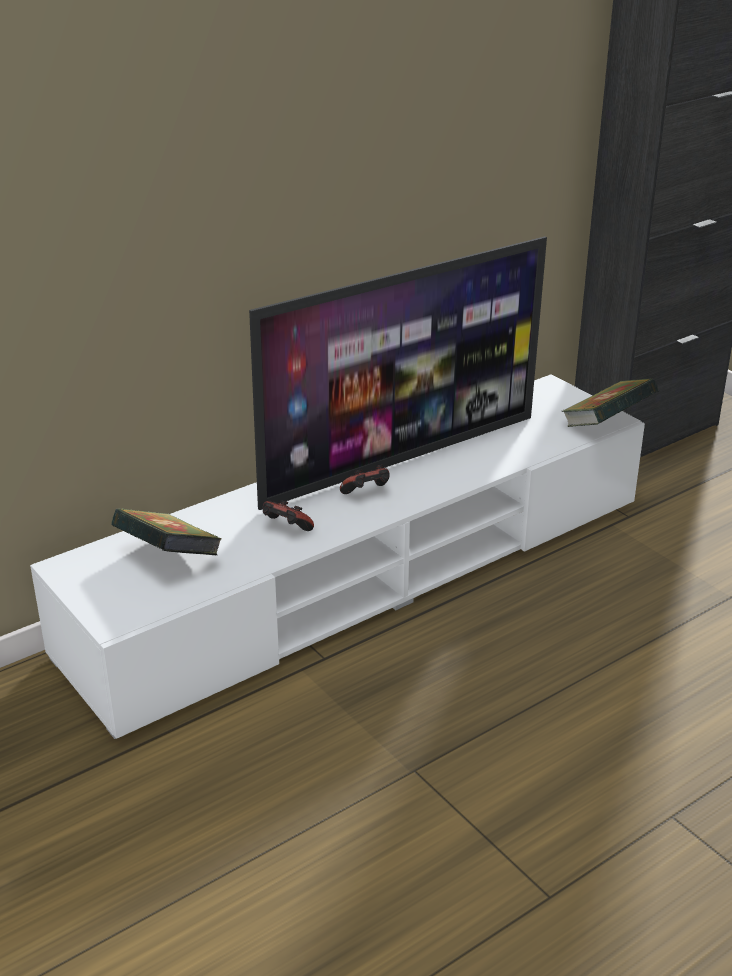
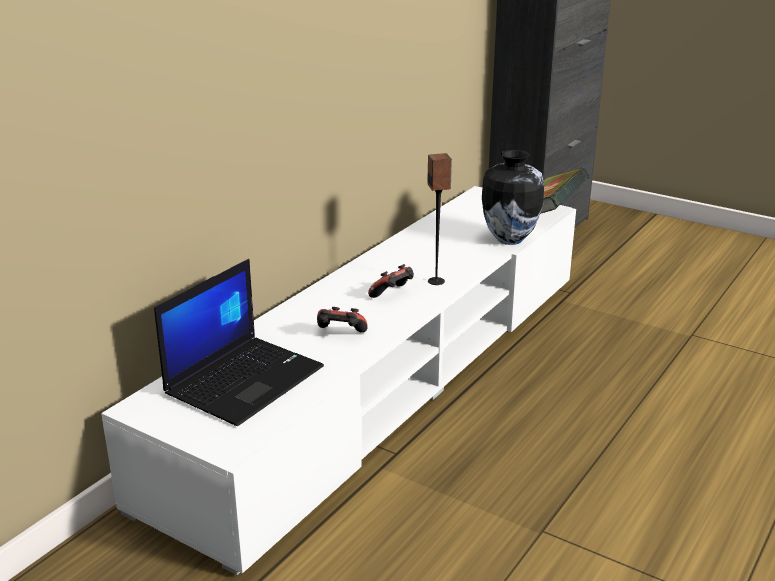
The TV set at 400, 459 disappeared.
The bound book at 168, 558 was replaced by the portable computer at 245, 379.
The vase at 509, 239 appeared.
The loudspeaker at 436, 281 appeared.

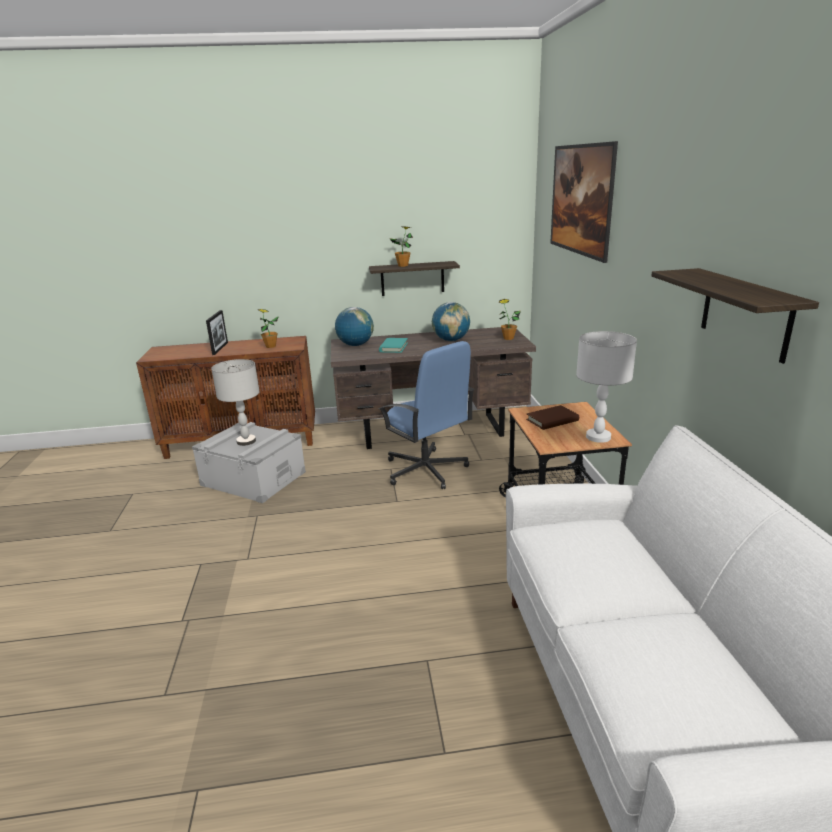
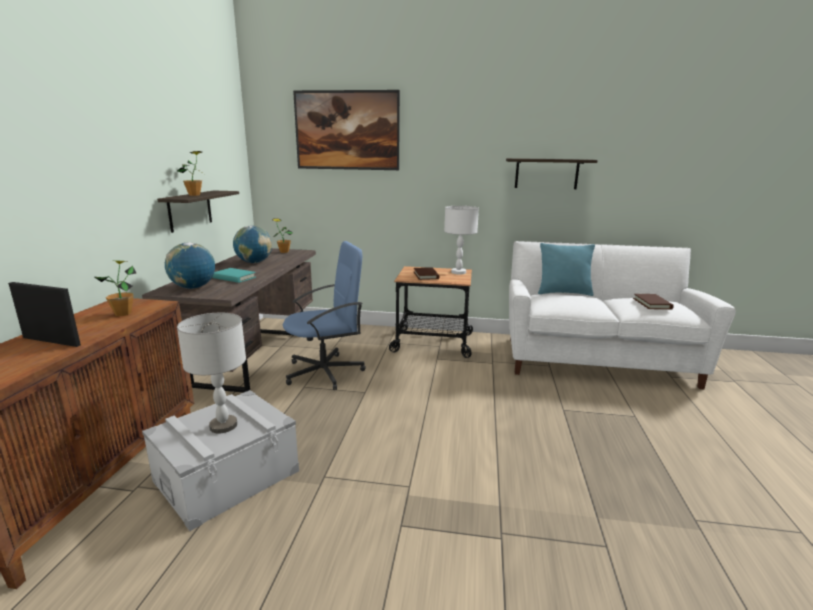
The turquoise-coloured cushion at 563, 293 appeared.
The brown-coloured bound book at 652, 304 appeared.

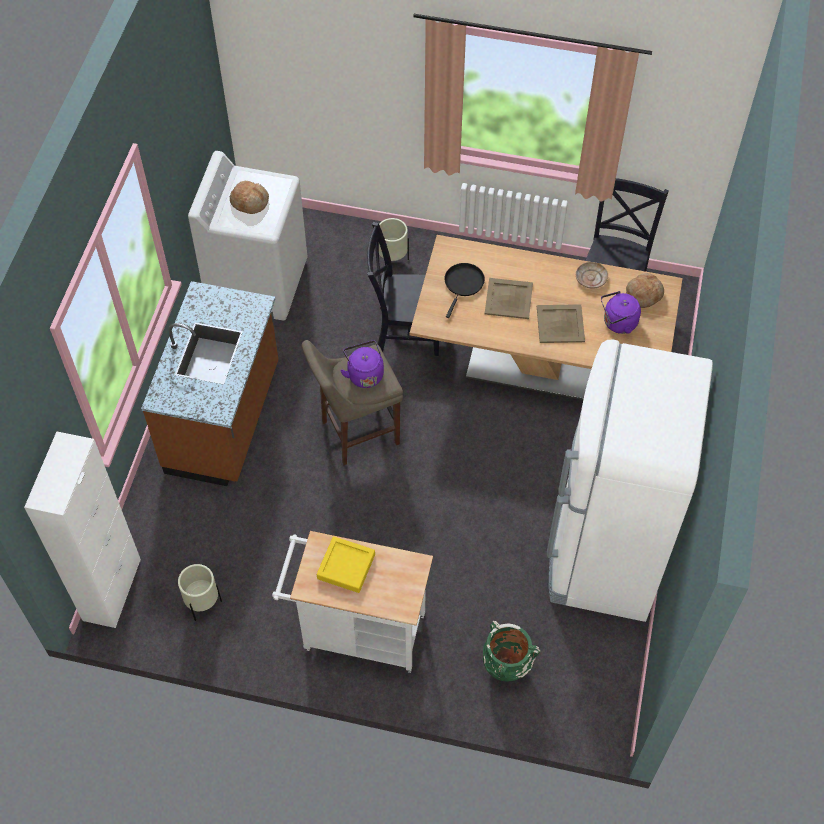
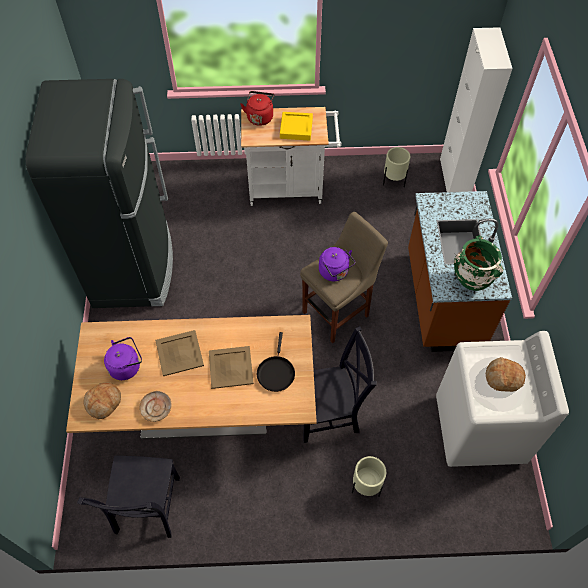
The whitish kitchen fridge at 604, 555 became the blackish kitchen fridge at 133, 267.
The greenish vase moved from 506, 667 to 469, 282.
The red kettle at 260, 117 appeared.

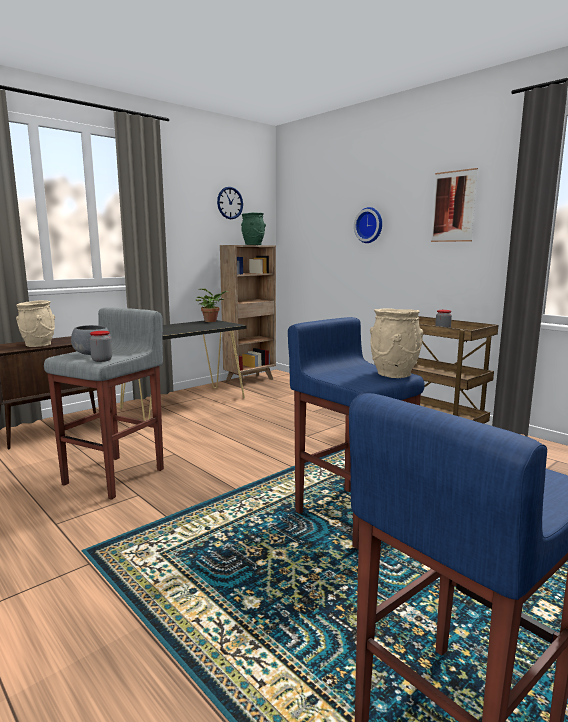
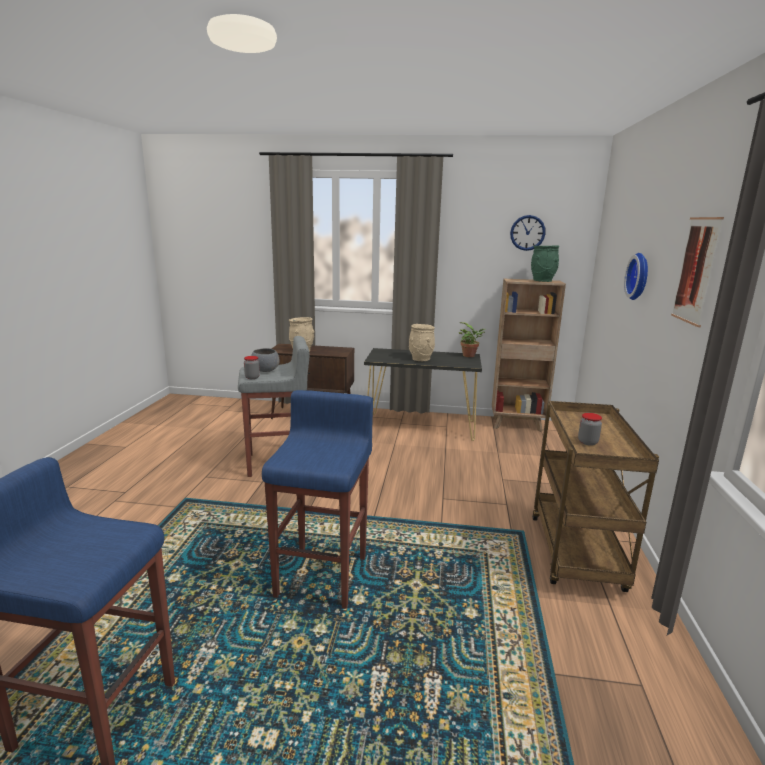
The beige-coloured vase moved from 394, 374 to 421, 359.

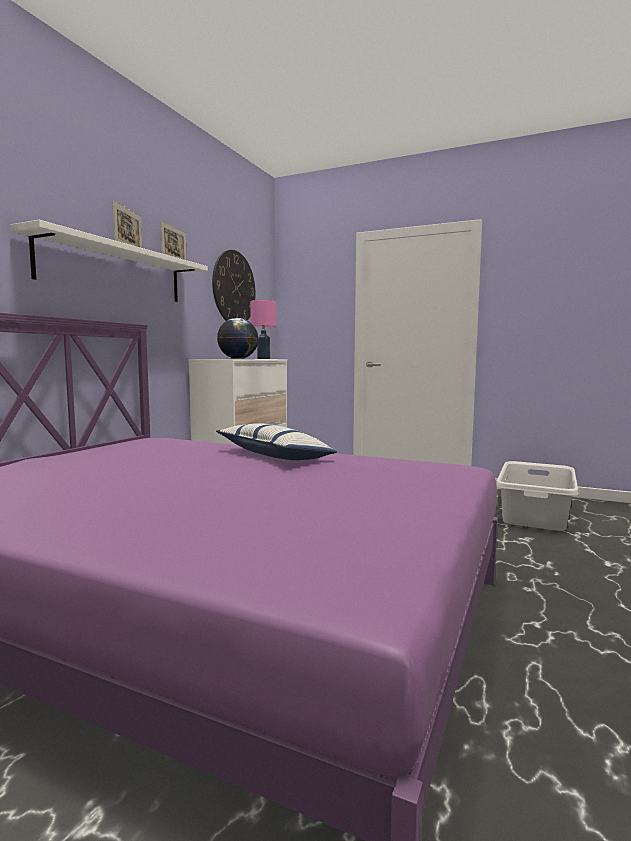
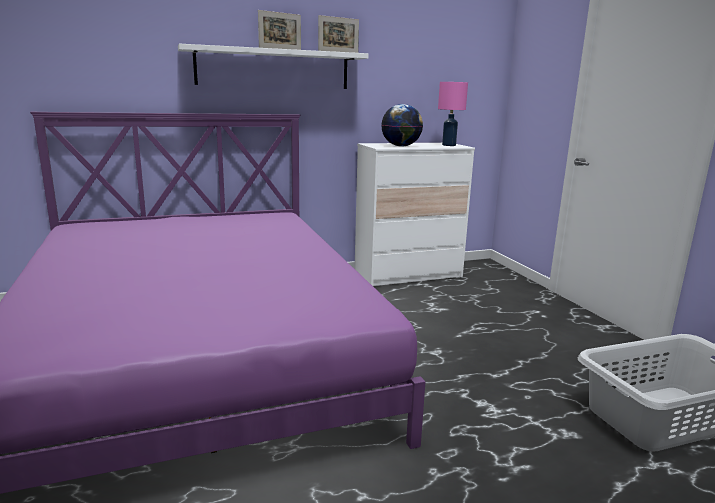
The hanging clock at 234, 288 disappeared.
The cushion at 273, 456 disappeared.

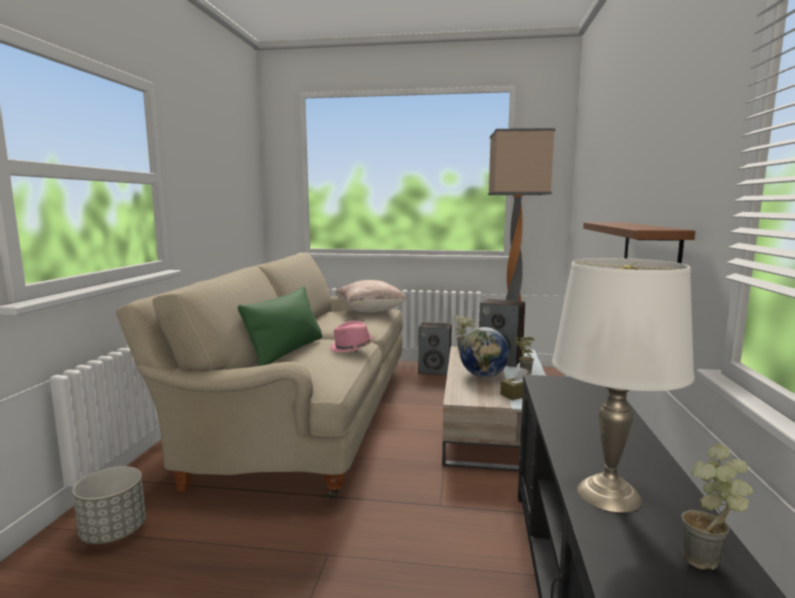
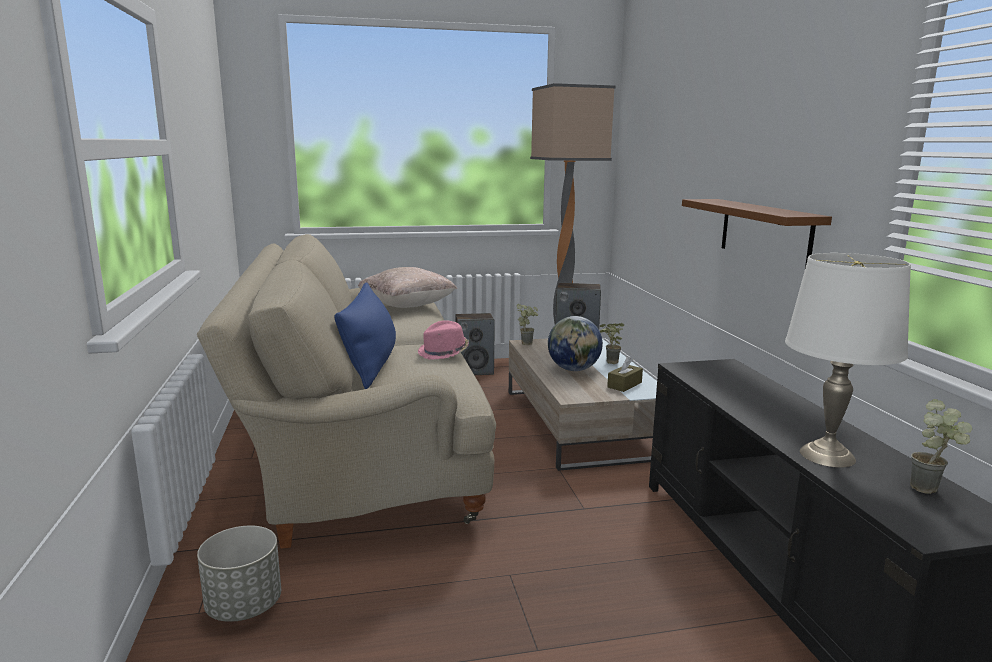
The greenish cushion at 287, 351 became the bluish cushion at 370, 364.

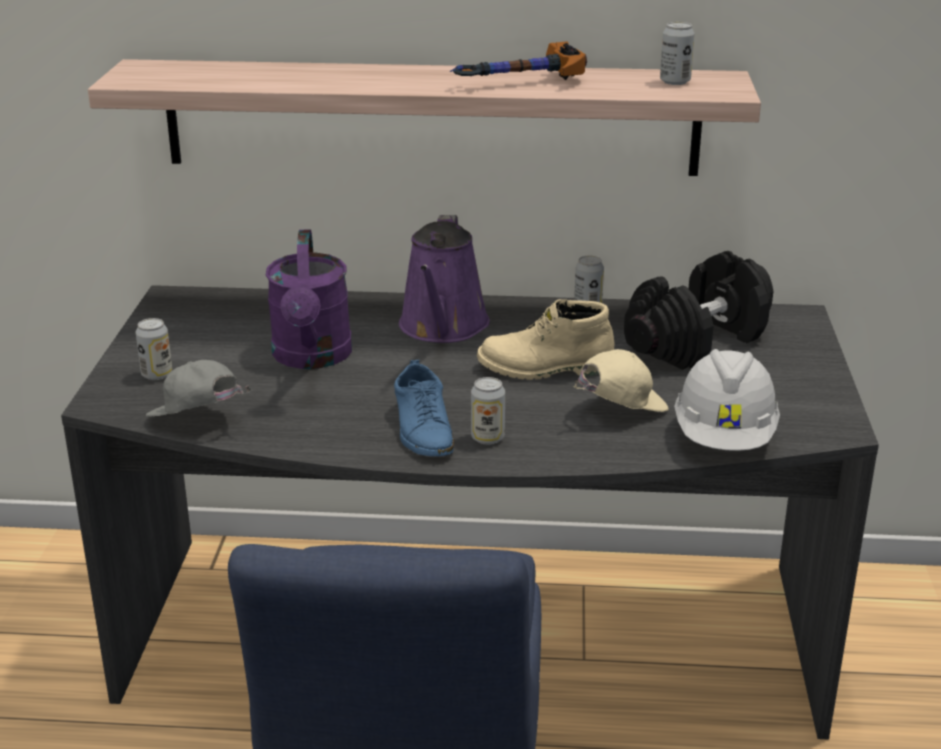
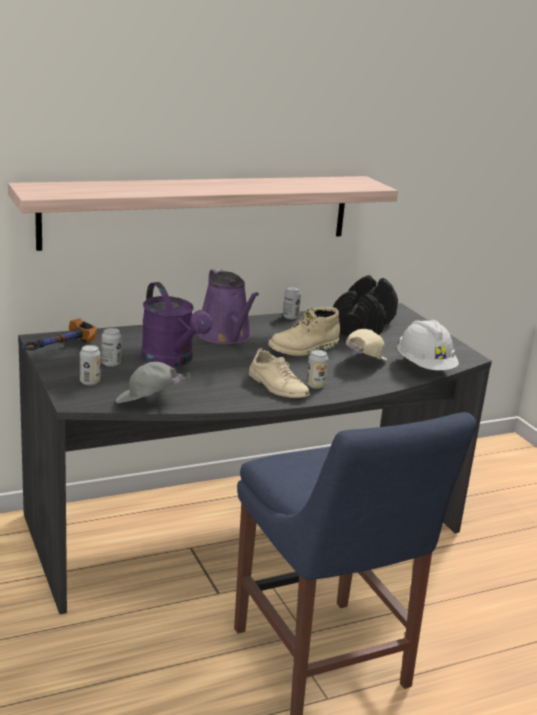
The metal can moved from 675, 82 to 111, 363.
The hand hammer moved from 518, 84 to 59, 349.
The bluish shoe at 423, 429 became the beige-coloured shoe at 277, 386.

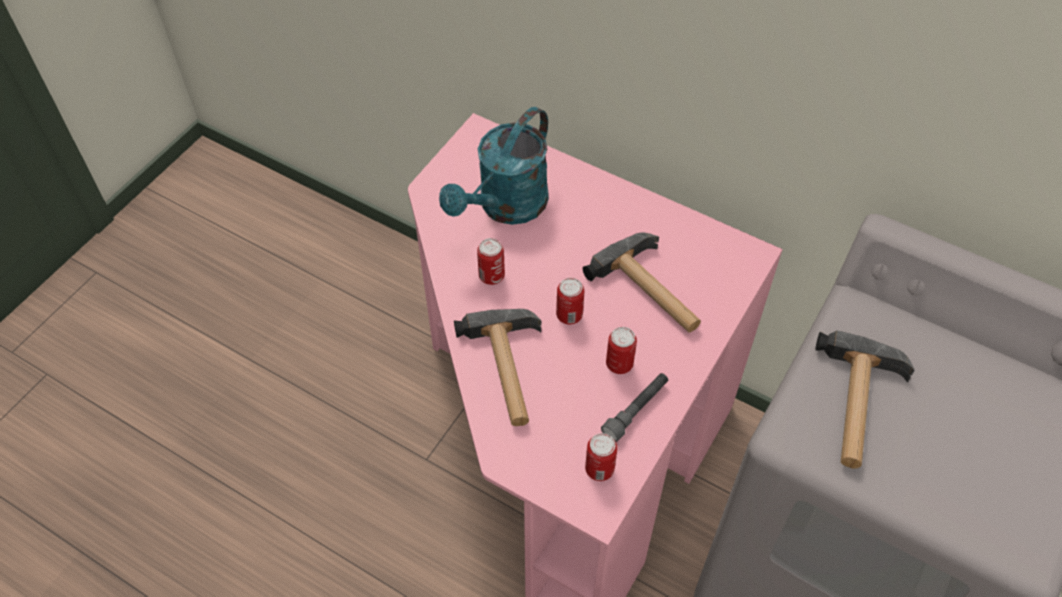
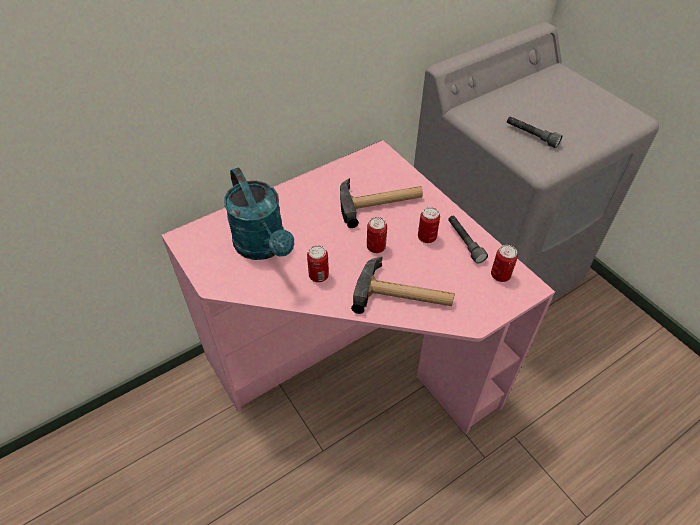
The hand hammer at 856, 407 was replaced by the gray flashlight at 531, 136.

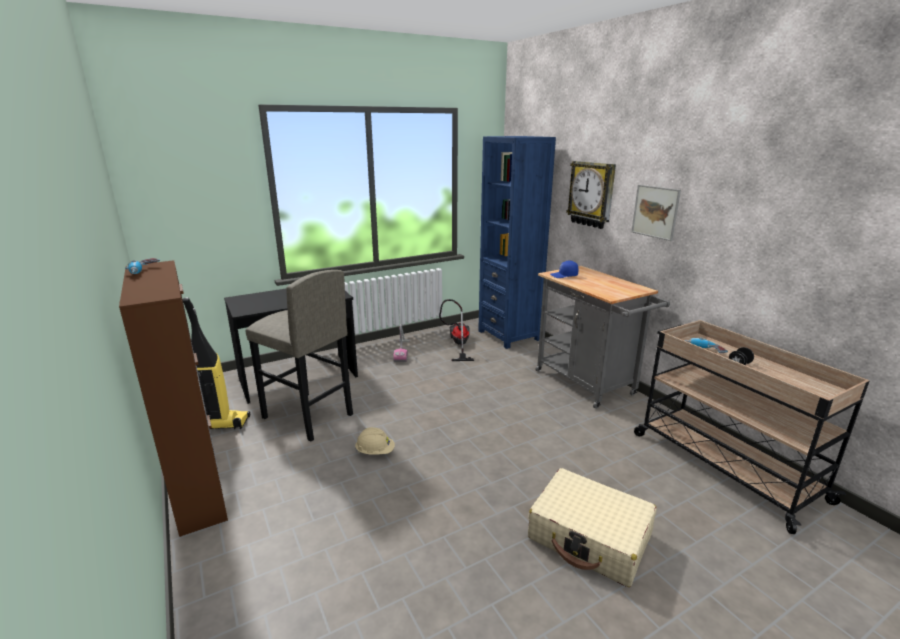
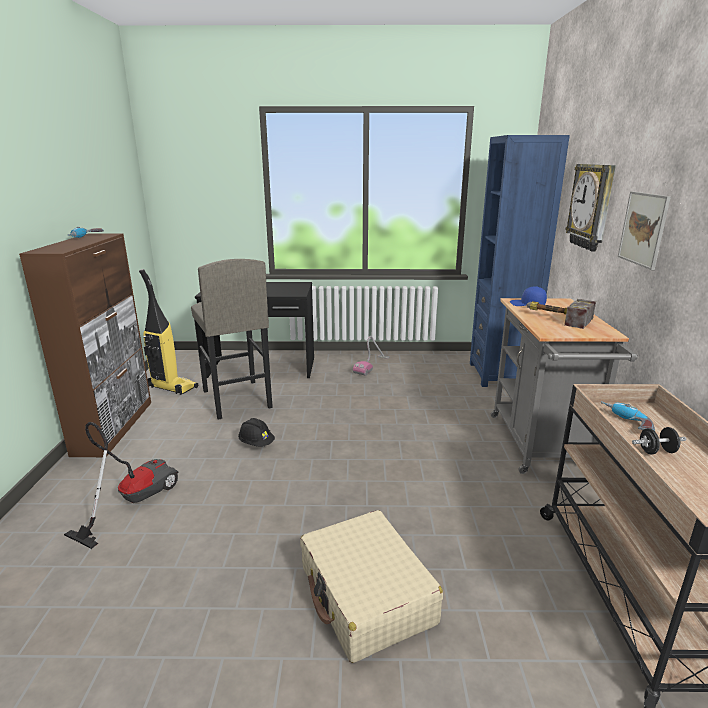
The vacuum cleaner moved from 458, 345 to 132, 500.
The beige-coloured safety helmet at 375, 452 became the blackish safety helmet at 256, 443.
The hand hammer at 555, 318 appeared.

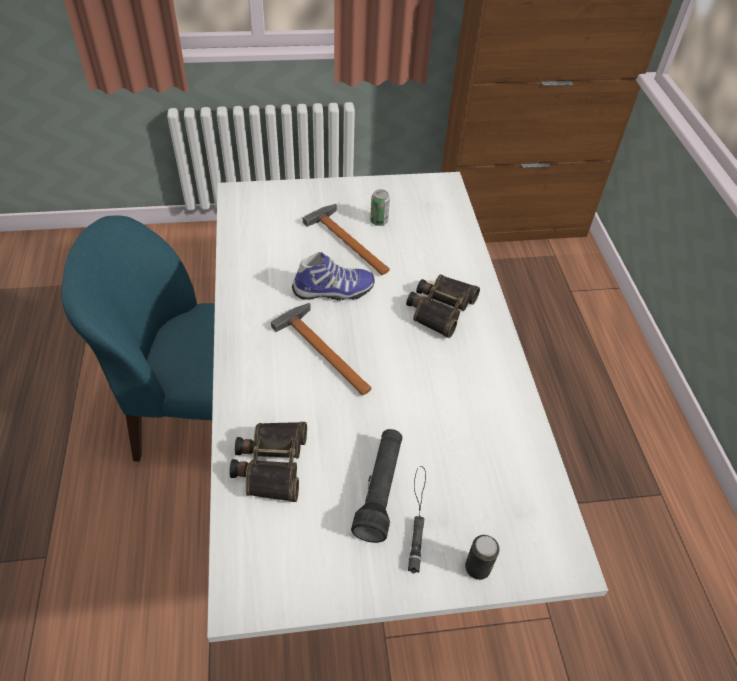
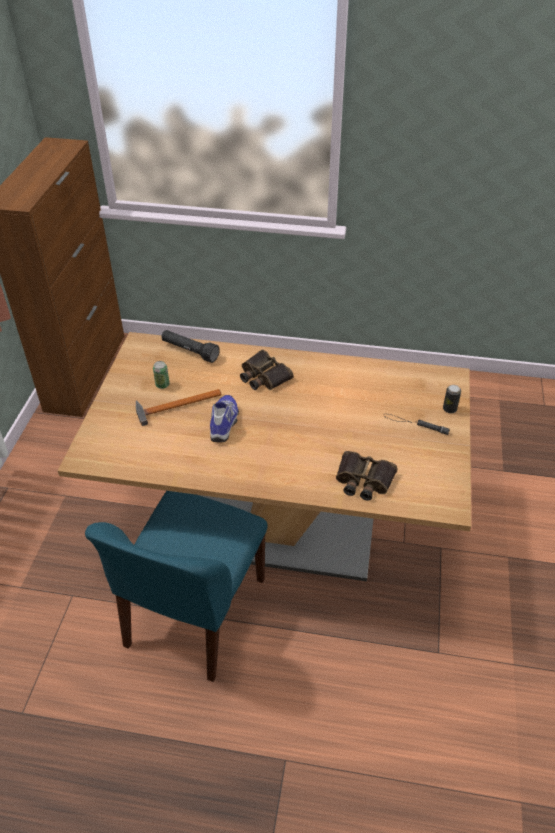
The whitish kitchen table at 361, 469 became the brown-coloured kitchen table at 278, 525.
The hand hammer at 321, 349 disappeared.
The blackish flashlight moved from 380, 490 to 190, 351.

